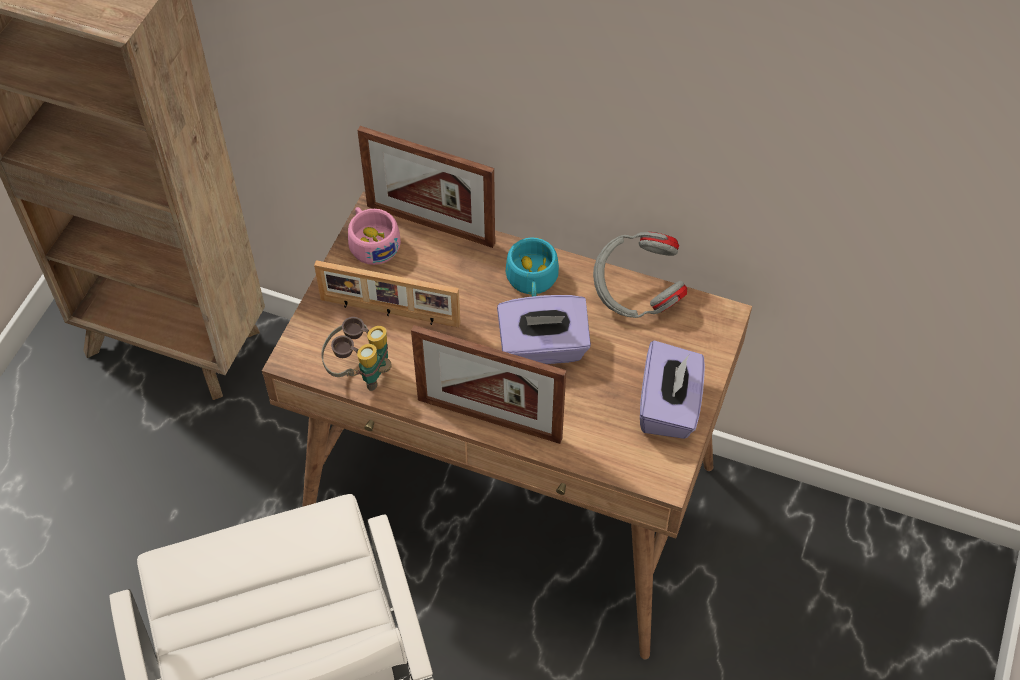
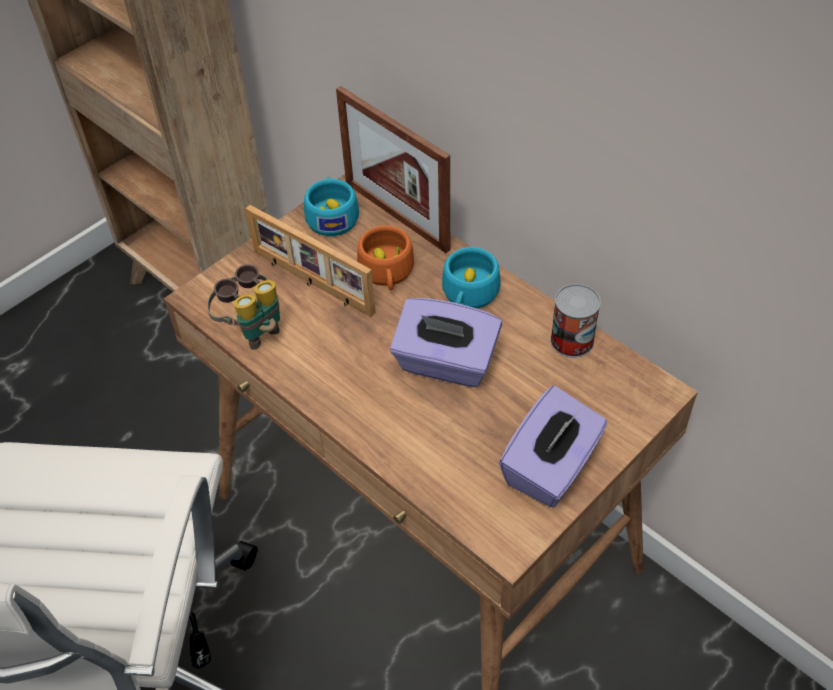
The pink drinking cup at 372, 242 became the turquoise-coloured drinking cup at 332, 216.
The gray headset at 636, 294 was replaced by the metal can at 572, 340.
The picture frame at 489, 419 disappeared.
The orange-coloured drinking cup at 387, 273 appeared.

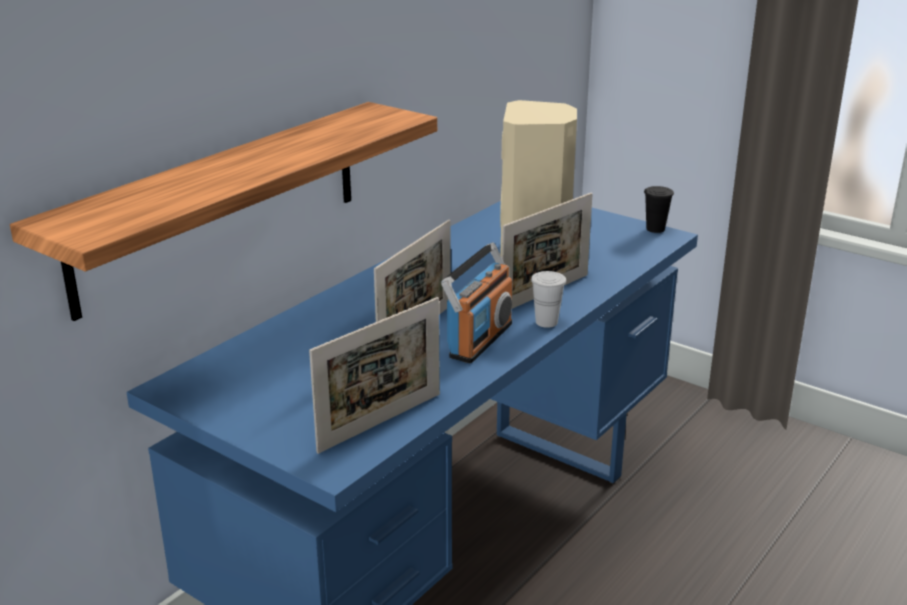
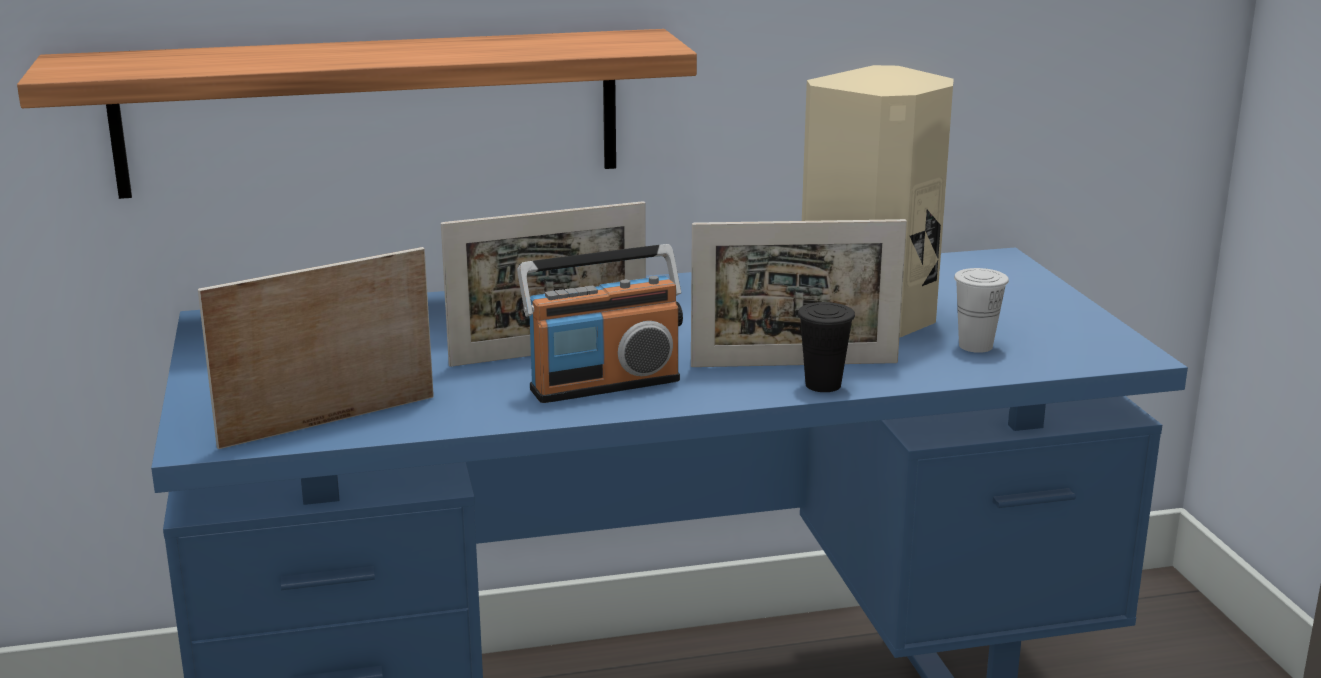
The blackish drinking cup moved from 655, 229 to 823, 385.
The whitish drinking cup moved from 546, 322 to 975, 346.
The picture frame at 380, 422 turned 150 degrees clockwise.

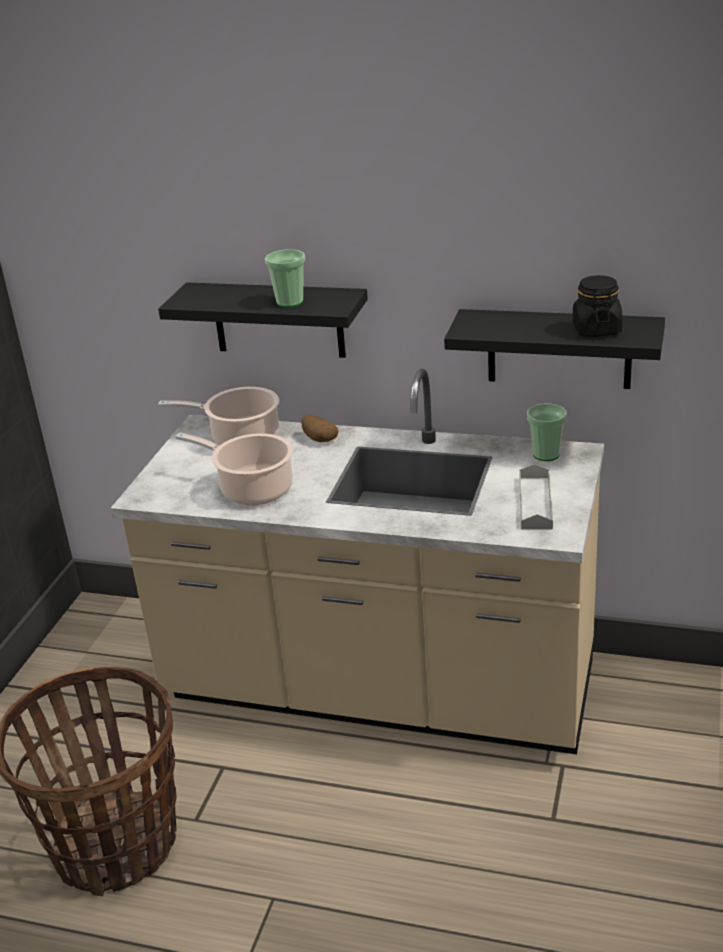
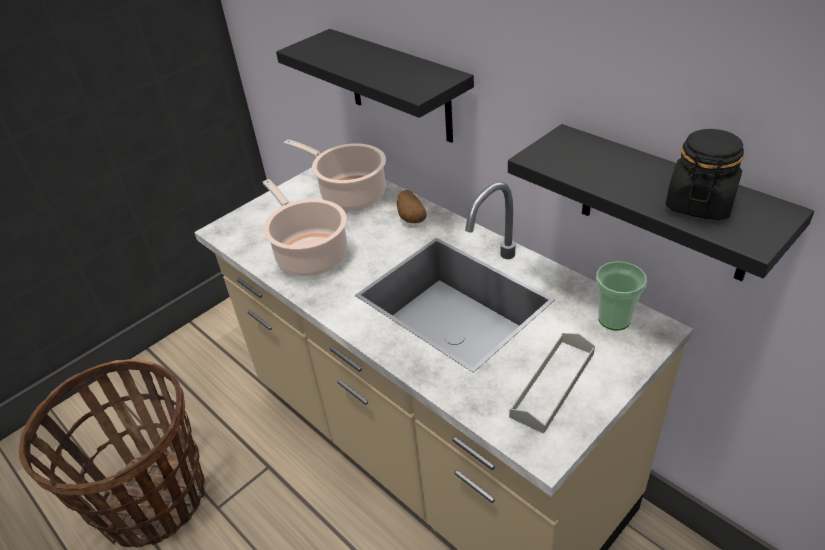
The drinking cup at 289, 302 disappeared.

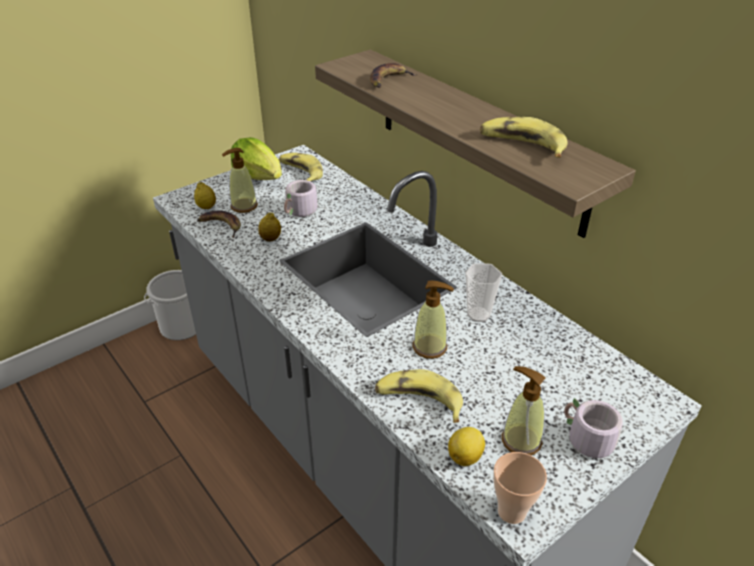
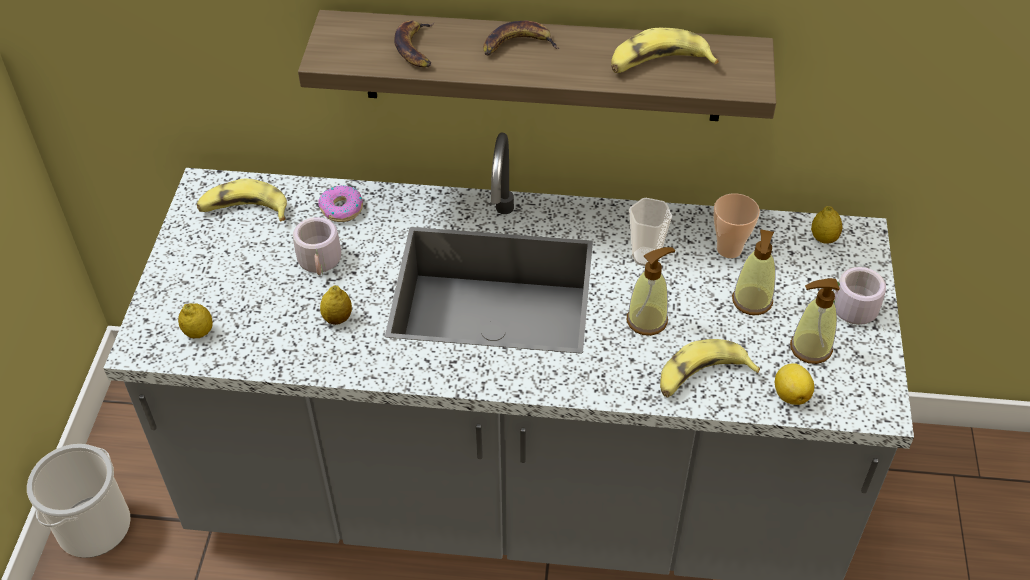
The lettuce at 259, 176 disappeared.
The soap bottle moved from 244, 206 to 752, 301.
The whole banana moved from 221, 225 to 517, 45.
The drinking cup moved from 511, 511 to 729, 249.
The donut at 341, 208 appeared.
The lemon at 823, 238 appeared.

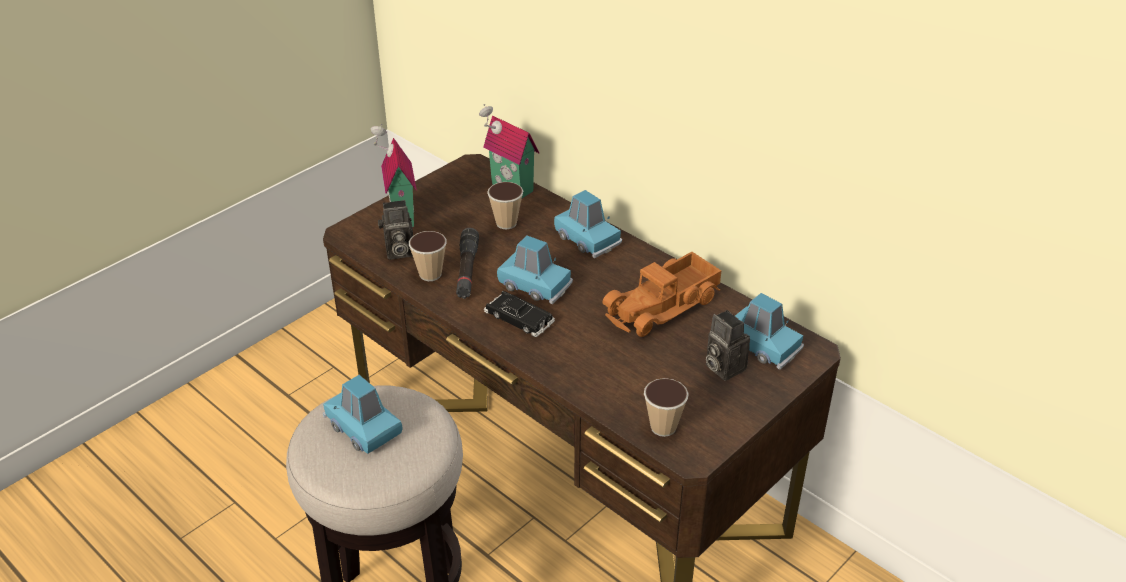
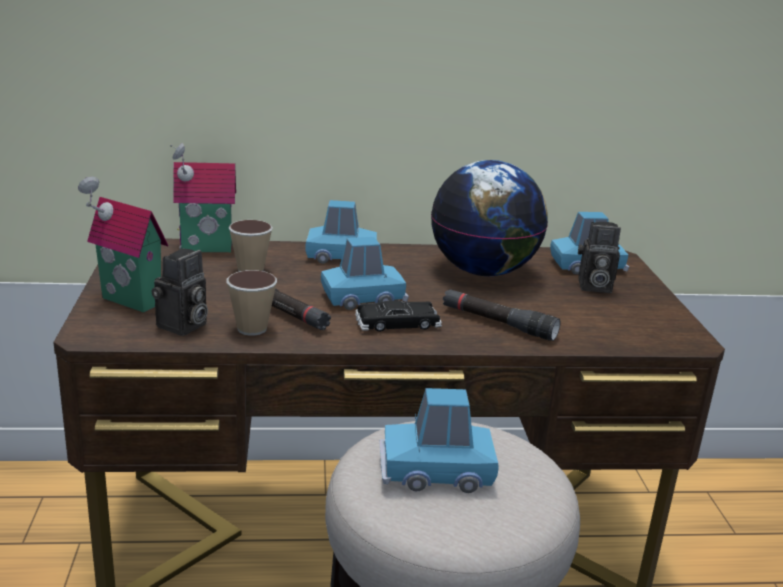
The toy lorry at 664, 306 was replaced by the world globe at 483, 271.
The drinking cup at 663, 427 disappeared.
The blackish flashlight at 498, 323 appeared.

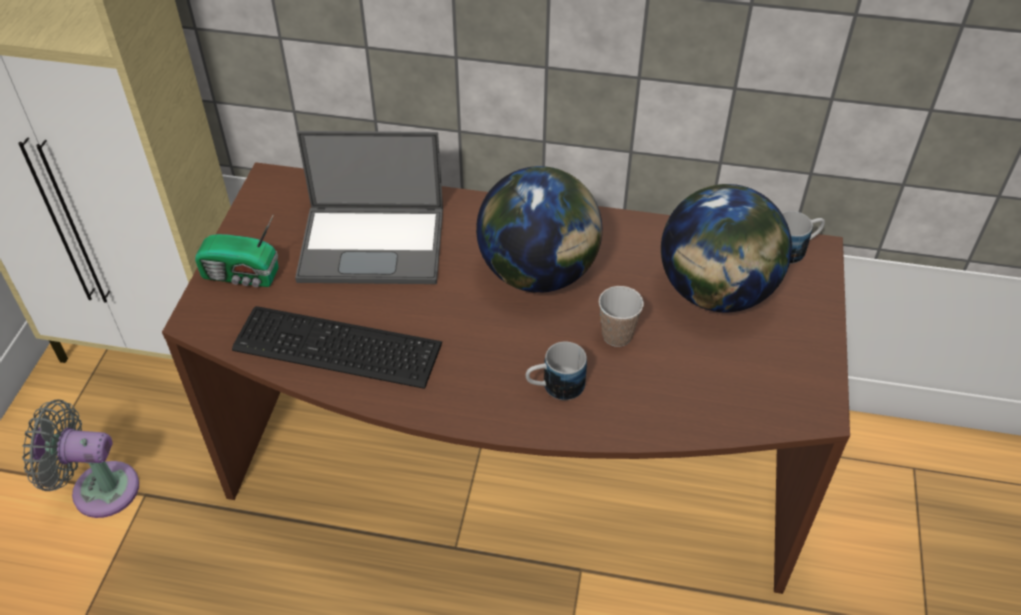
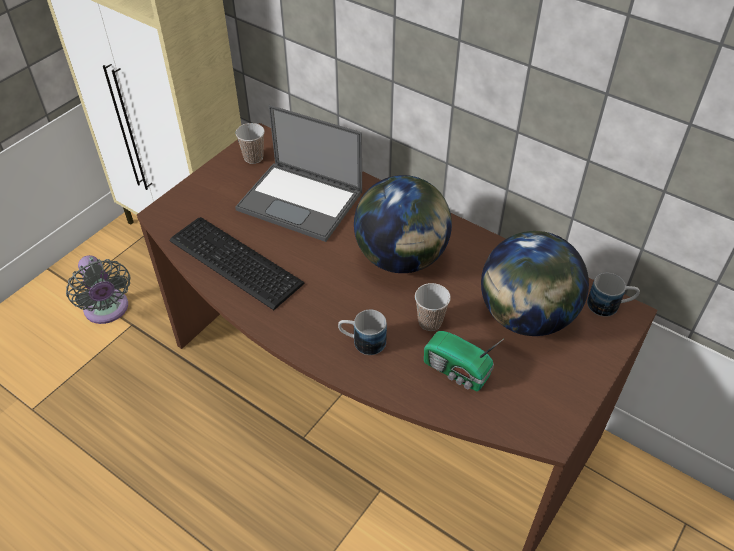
The radio receiver moved from 242, 275 to 457, 372.
The gray cooling fan at 98, 489 turned 150 degrees counterclockwise.
The drinking cup at 253, 158 appeared.

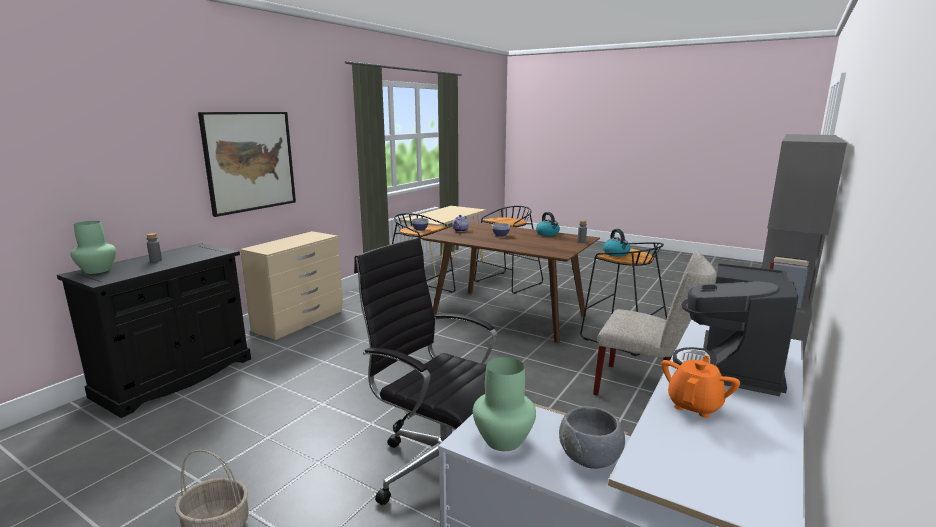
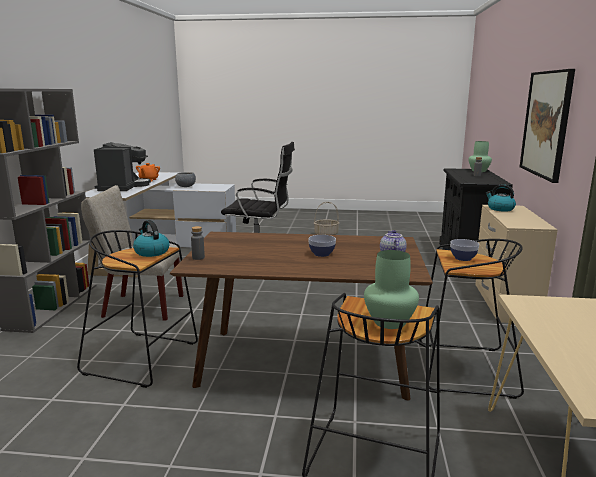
The kettle moved from 548, 234 to 500, 209.
The greenish vase moved from 504, 439 to 389, 322.

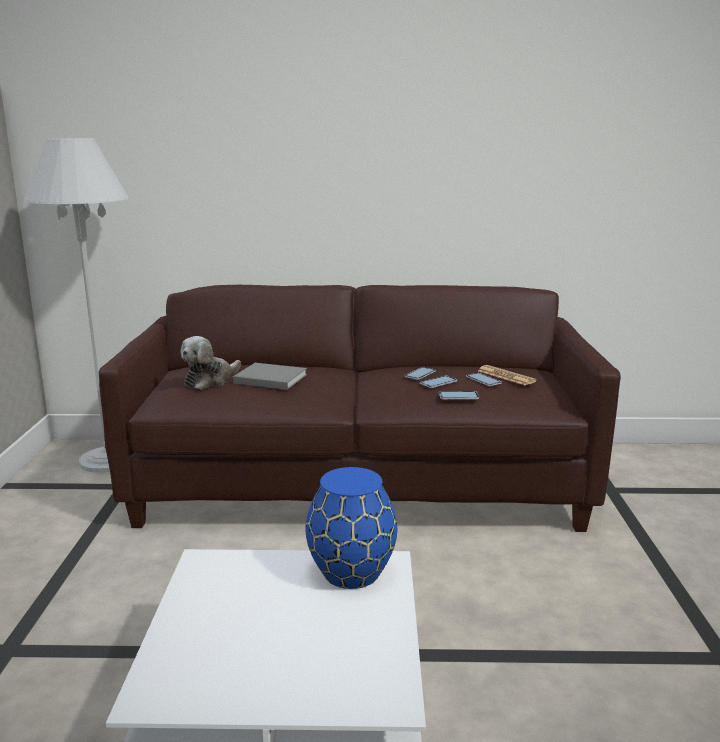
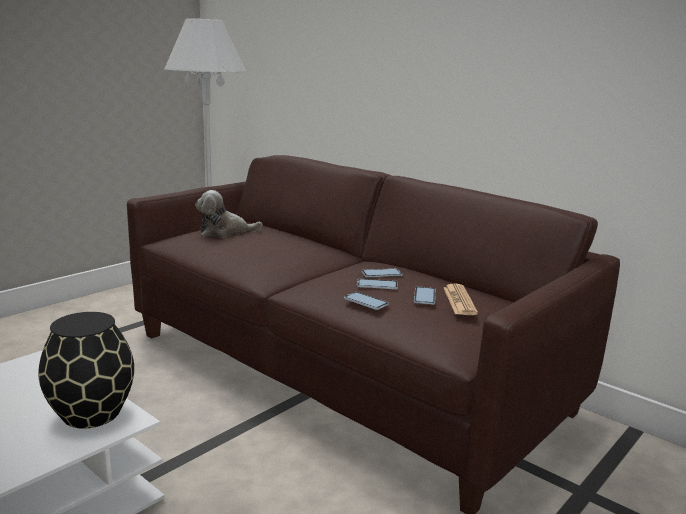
The gray bound book at 268, 378 disappeared.
The bluish vase at 350, 573 became the blackish vase at 90, 413.

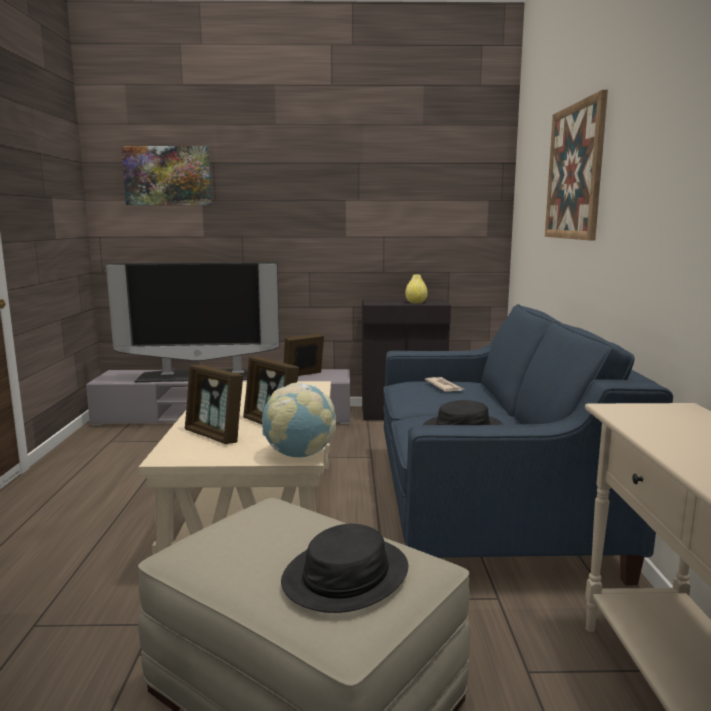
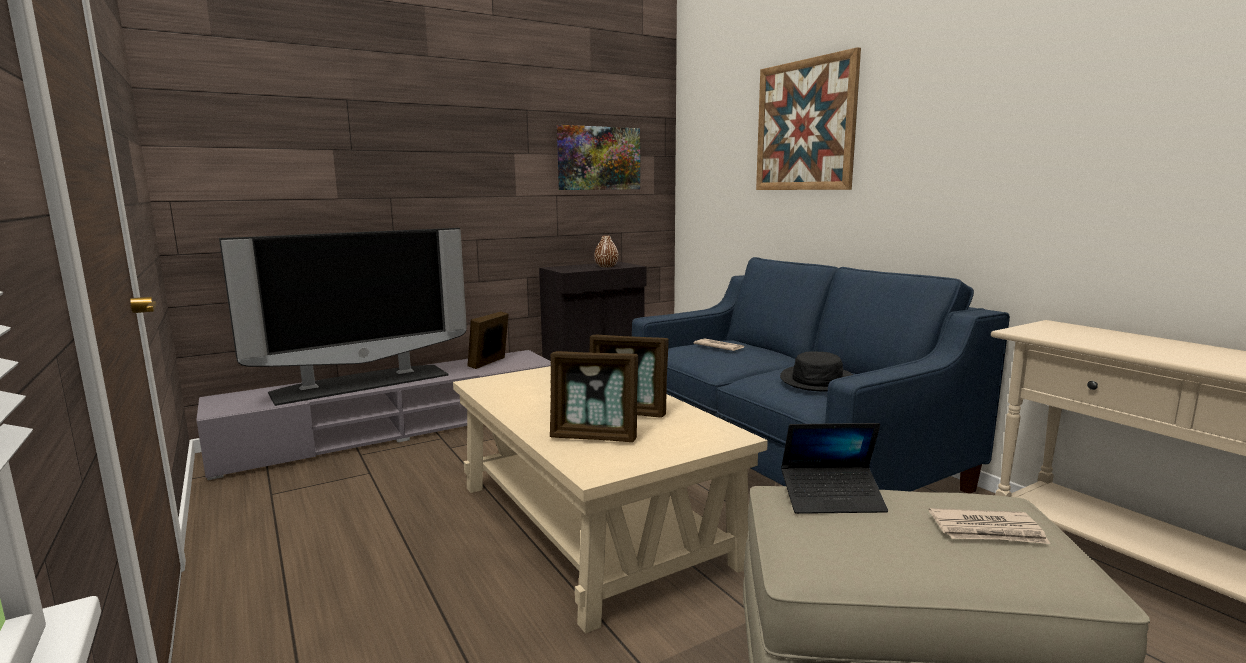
The wall picture moved from 168, 176 to 598, 158.
The yellowish vase at 416, 302 became the brown-coloured vase at 606, 266.
The world globe at 299, 455 disappeared.
The blackish wearable hat at 346, 575 was replaced by the daily paper at 987, 531.
The portable computer at 832, 499 appeared.

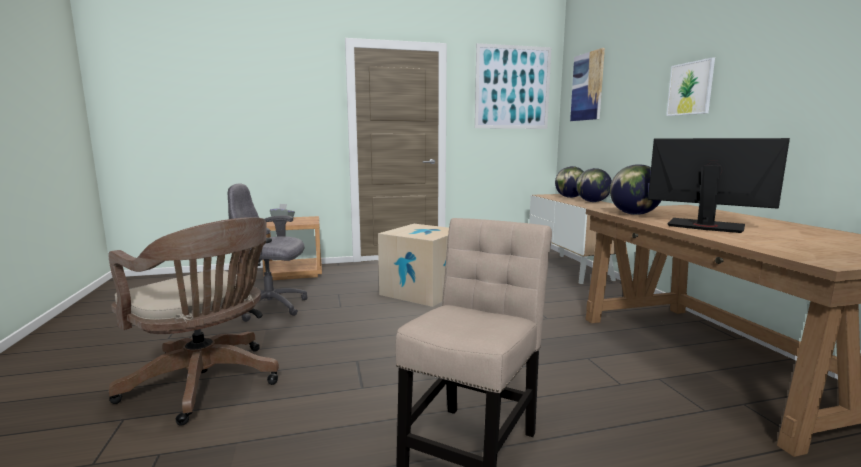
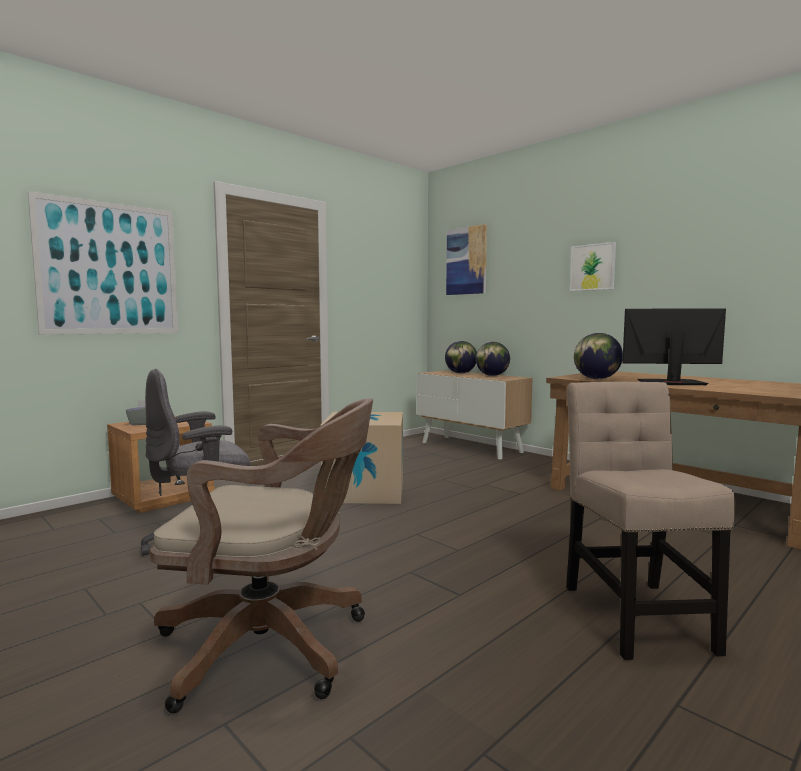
The wall picture moved from 512, 87 to 109, 268.

